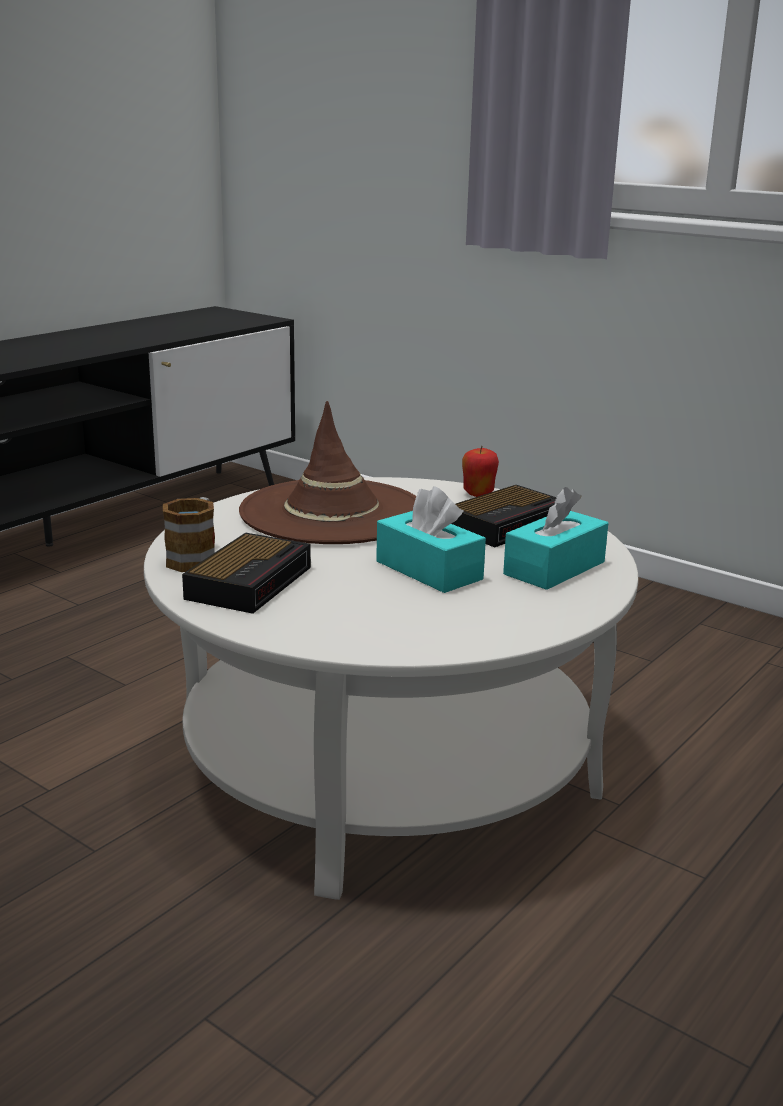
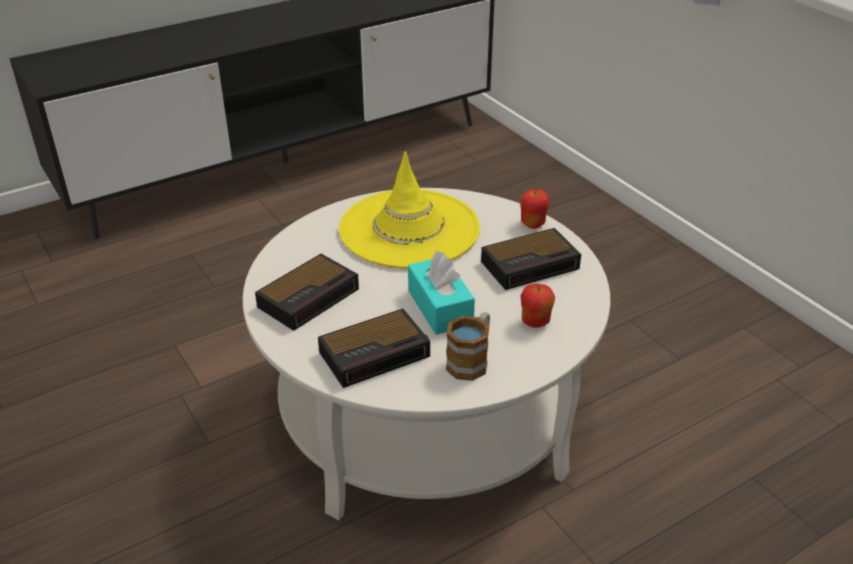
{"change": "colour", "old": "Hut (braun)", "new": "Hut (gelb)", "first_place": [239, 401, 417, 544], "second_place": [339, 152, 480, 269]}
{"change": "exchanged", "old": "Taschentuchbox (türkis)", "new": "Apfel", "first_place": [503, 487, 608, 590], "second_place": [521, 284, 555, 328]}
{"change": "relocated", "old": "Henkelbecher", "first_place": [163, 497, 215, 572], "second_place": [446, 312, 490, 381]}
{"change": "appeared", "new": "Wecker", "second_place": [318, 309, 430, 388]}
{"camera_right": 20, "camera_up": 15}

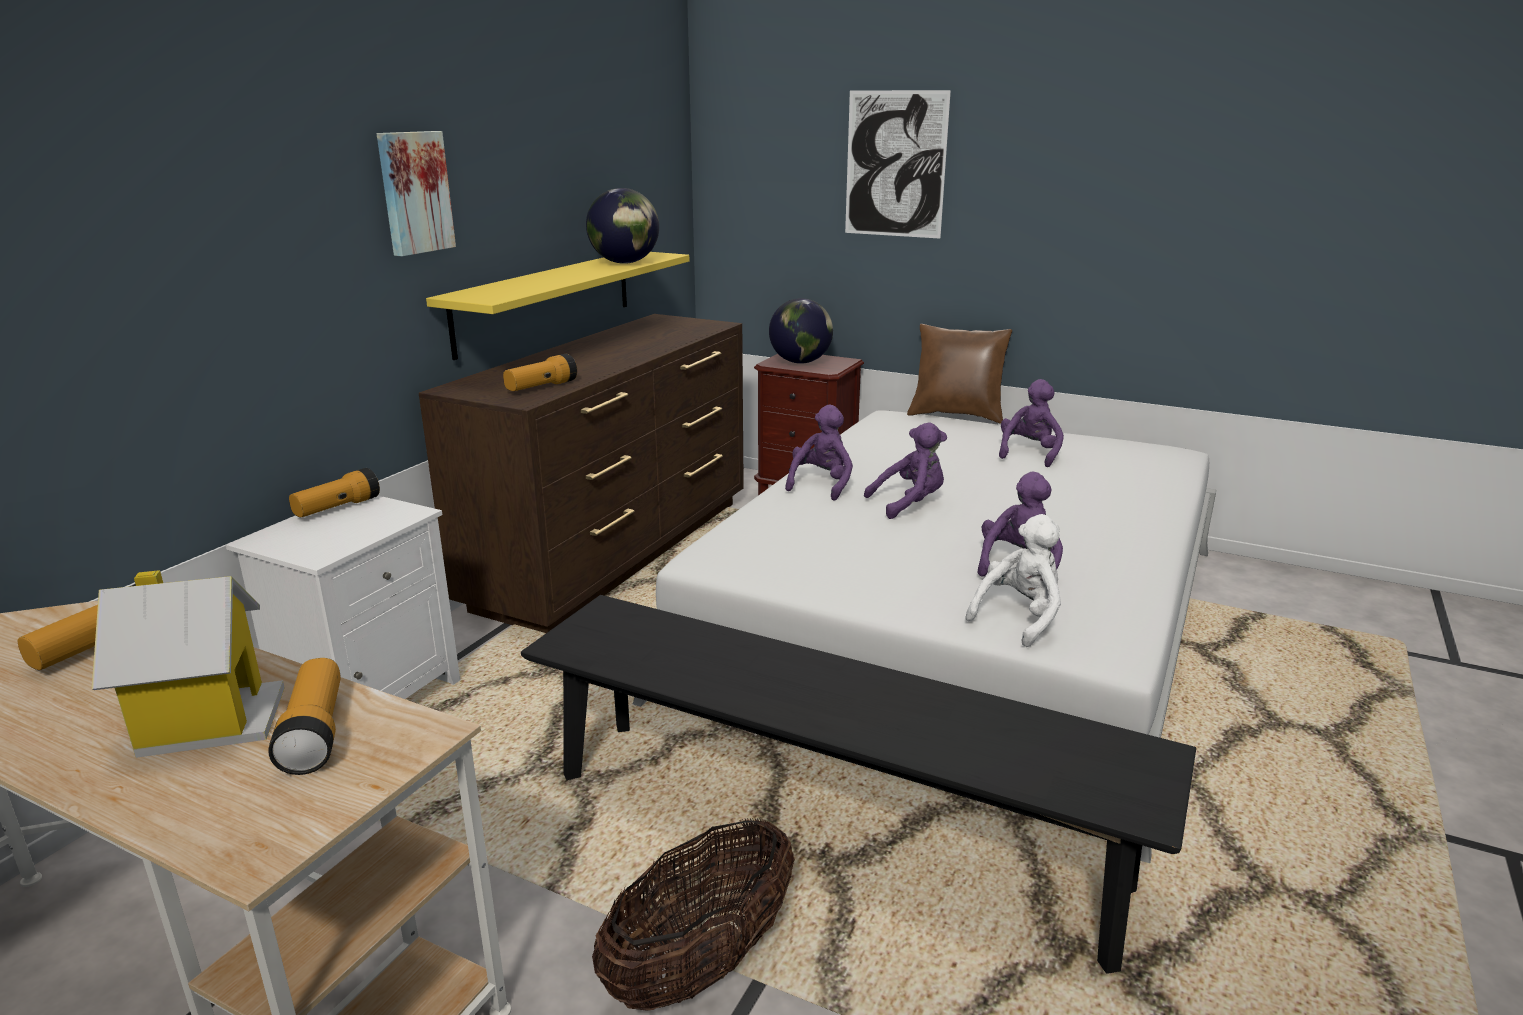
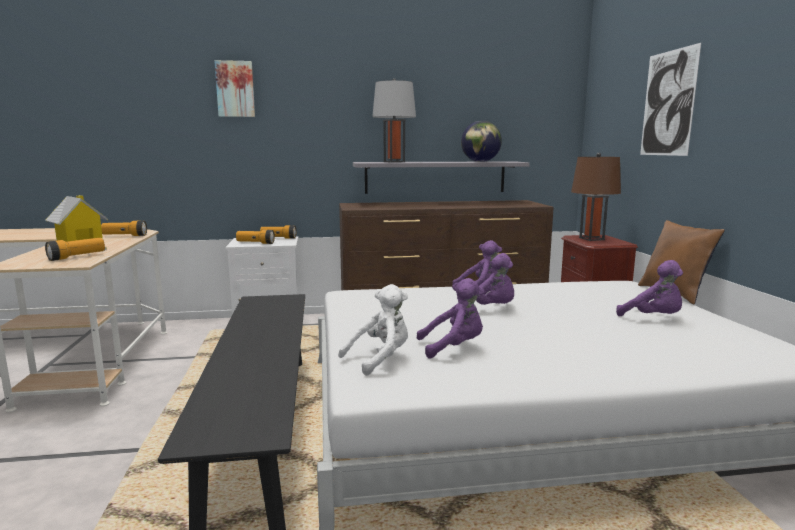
{"change": "relocated", "old": "Bild", "first_place": [377, 131, 456, 256], "second_place": [214, 60, 255, 117]}
{"change": "colour", "old": "Wandregal (gelb)", "new": "Wandregal (grau)", "first_place": [426, 252, 689, 360], "second_place": [353, 161, 530, 194]}
{"change": "exchanged", "old": "Globus", "new": "Tischlampe (braun)", "first_place": [769, 298, 833, 364], "second_place": [571, 153, 621, 241]}
{"change": "relocated", "old": "Taschenlampe", "first_place": [503, 354, 577, 391], "second_place": [236, 230, 275, 244]}
{"change": "spun", "old": "Plüschtier (lila)", "first_place": [999, 379, 1064, 467], "second_place": [616, 260, 683, 316], "degrees": 60}
{"change": "spun", "old": "Plüschtier (weiß)", "first_place": [965, 514, 1061, 647], "second_place": [338, 284, 408, 376], "degrees": -45}
{"change": "missing", "old": "Korb", "first_place": [592, 818, 795, 1011]}
{"change": "appeared", "new": "Tischlampe (grau)", "second_place": [372, 78, 416, 163]}
{"camera_right": 55, "camera_up": -10}

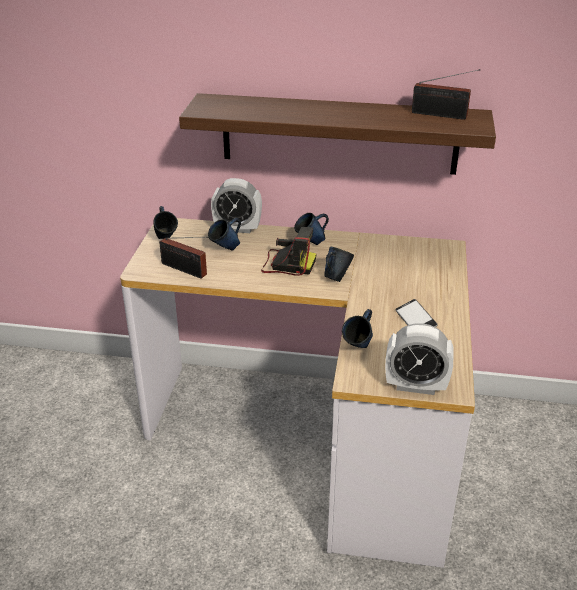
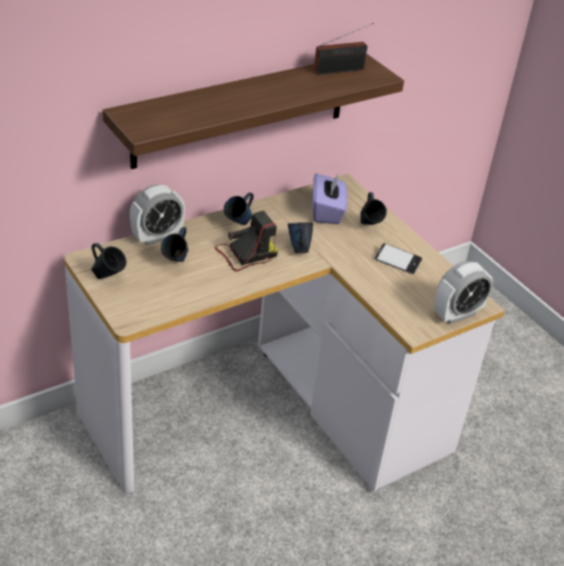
{"change": "missing", "old": "Radio", "first_place": [159, 237, 208, 279]}
{"change": "relocated", "old": "Henkelbecher (blau)", "first_place": [342, 309, 373, 348], "second_place": [361, 192, 387, 225]}
{"change": "appeared", "new": "Taschentuchbox (lila)", "second_place": [313, 173, 347, 224]}
{"camera_right": -45, "camera_up": 5}

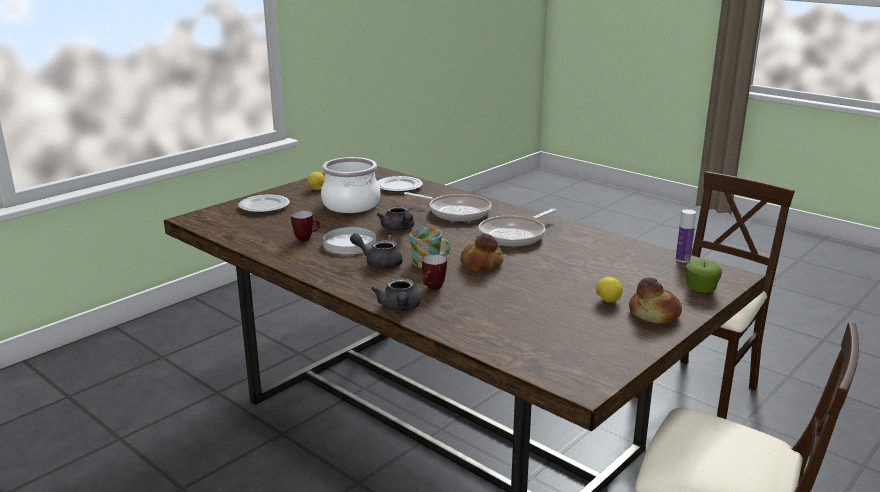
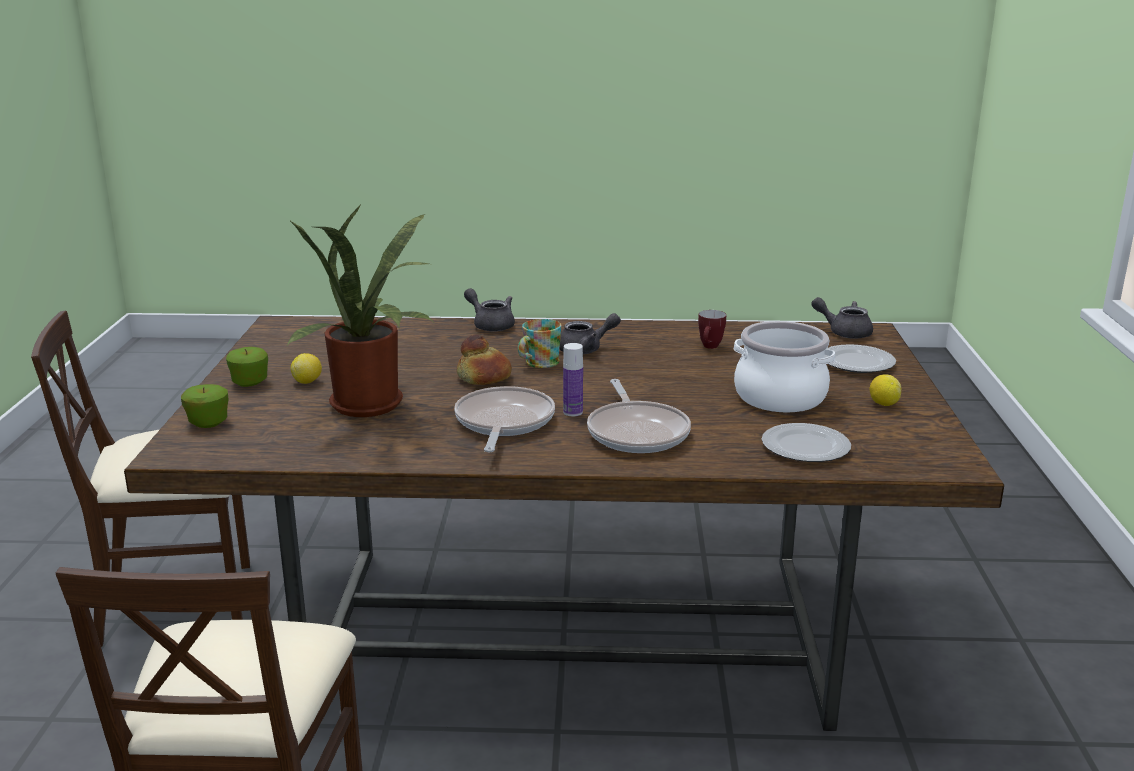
{"change": "spun", "old": "Pfanne", "first_place": [404, 192, 492, 221], "second_place": [587, 379, 691, 453], "degrees": -90}
{"change": "relocated", "old": "Teekanne (grau)", "first_place": [377, 206, 414, 231], "second_place": [811, 297, 873, 339]}
{"change": "relocated", "old": "Flasche", "first_place": [676, 209, 696, 263], "second_place": [563, 343, 583, 416]}
{"change": "missing", "old": "Teller (weiß)", "first_place": [323, 227, 376, 254]}
{"change": "missing", "old": "Henkelbecher", "first_place": [422, 255, 447, 290]}
{"change": "exchanged", "old": "Brot", "new": "Apfel", "first_place": [629, 278, 682, 324], "second_place": [226, 347, 268, 387]}
{"change": "appeared", "new": "Topfpflanze", "second_place": [286, 203, 432, 417]}
{"camera_right": 140, "camera_up": 0}

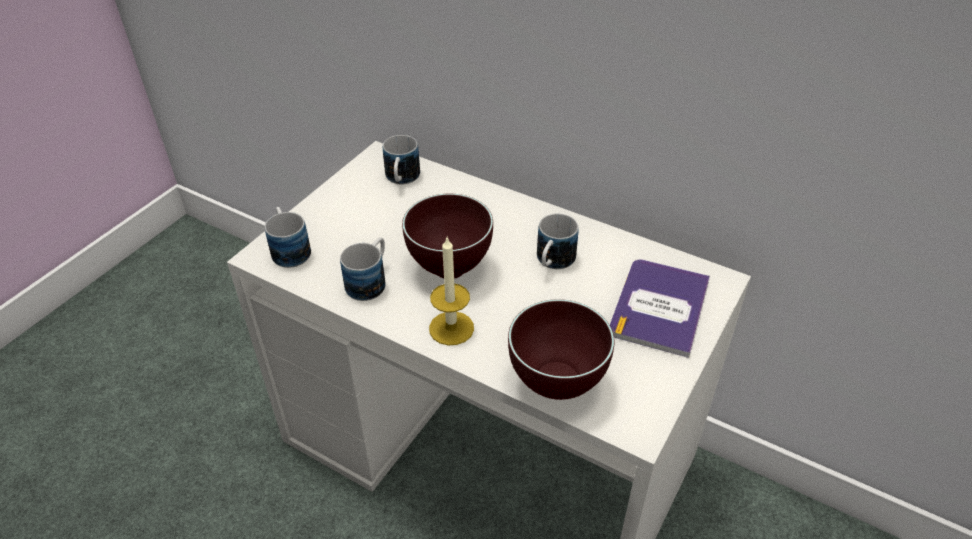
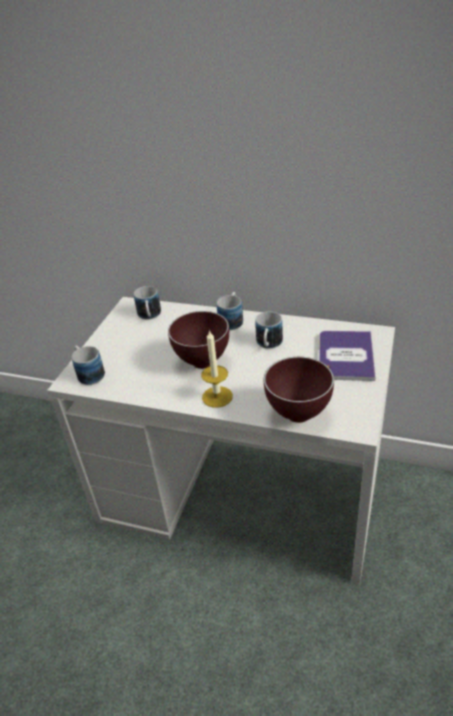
{"change": "relocated", "old": "Henkelbecher", "first_place": [340, 237, 386, 301], "second_place": [217, 292, 243, 330]}
{"camera_right": -10, "camera_up": -5}

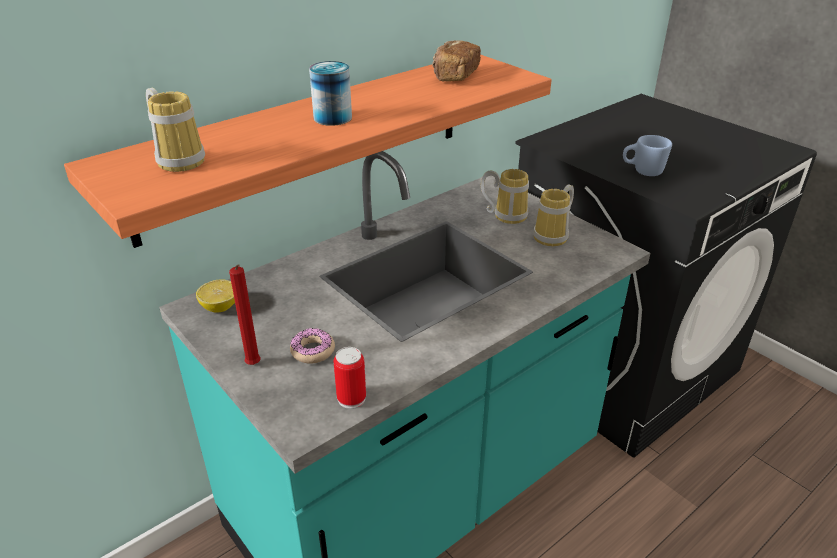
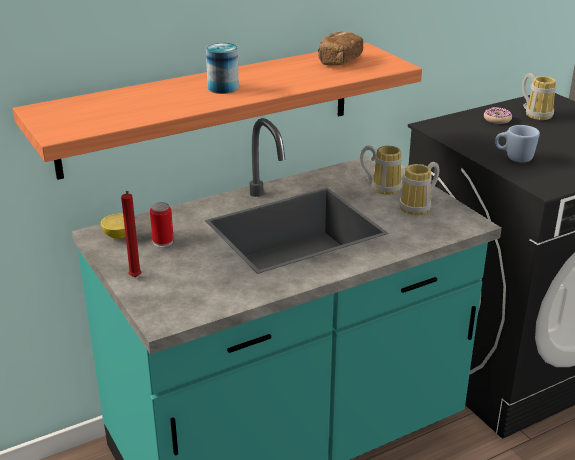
{"change": "relocated", "old": "Henkelbecher", "first_place": [146, 88, 205, 172], "second_place": [522, 73, 557, 120]}
{"change": "relocated", "old": "Donut", "first_place": [290, 328, 335, 364], "second_place": [484, 107, 512, 124]}
{"change": "relocated", "old": "Dose", "first_place": [333, 347, 366, 409], "second_place": [150, 202, 174, 247]}
{"camera_right": 10, "camera_up": -5}

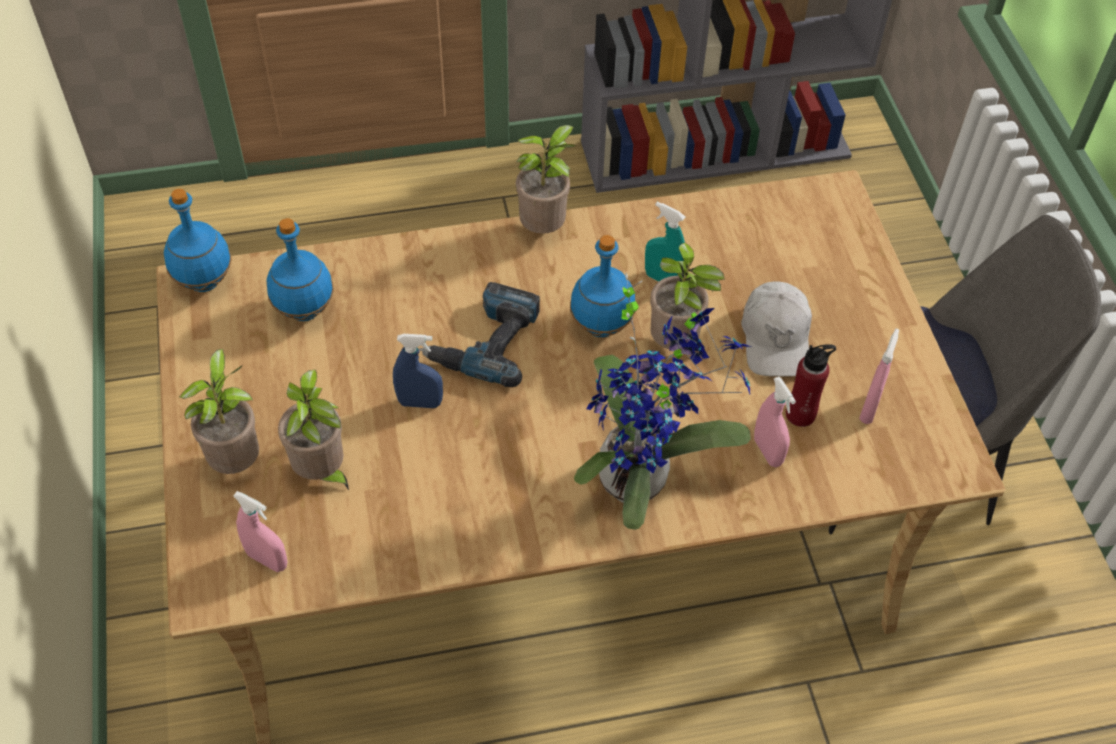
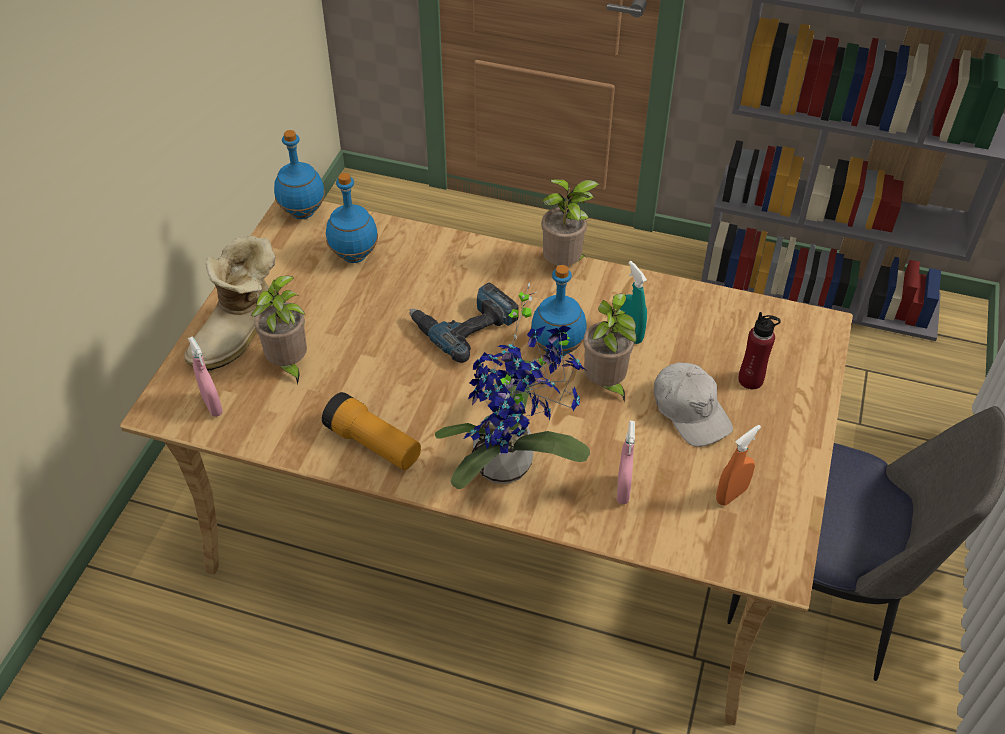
{"change": "spun", "old": "Kappe (weiß)", "first_place": [741, 281, 812, 377], "second_place": [654, 363, 733, 447], "degrees": -60}
{"change": "colour", "old": "Sprühflasche (rosa)", "new": "Sprühflasche (orange)", "first_place": [859, 329, 899, 424], "second_place": [716, 425, 761, 506]}
{"change": "missing", "old": "Sprühflasche (blau)", "first_place": [393, 334, 443, 408]}
{"change": "relocated", "old": "Flasche (rot)", "first_place": [786, 344, 836, 427], "second_place": [738, 312, 781, 389]}
{"change": "exchanged", "old": "Topfpflanze", "new": "Stiefel", "first_place": [179, 349, 259, 474], "second_place": [184, 236, 275, 371]}
{"change": "appeared", "new": "Taschenlampe", "second_place": [322, 392, 421, 470]}
{"camera_right": 30, "camera_up": -5}

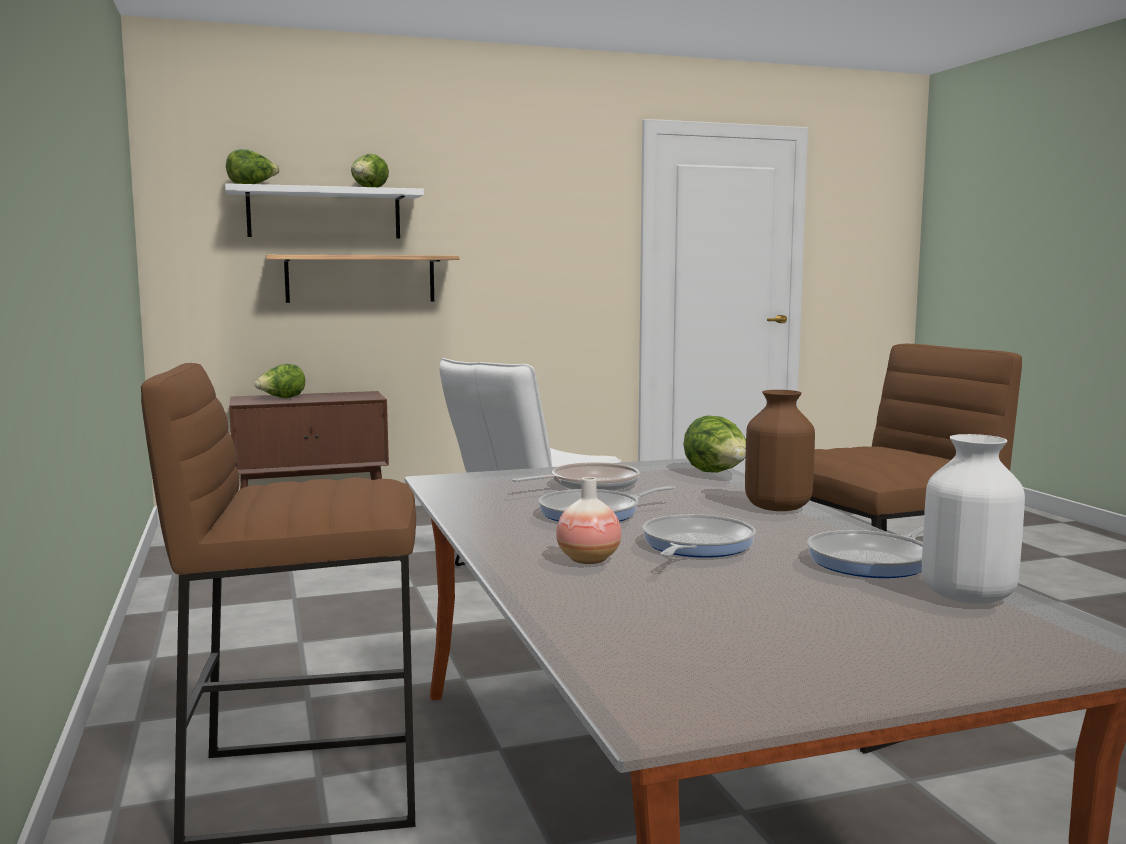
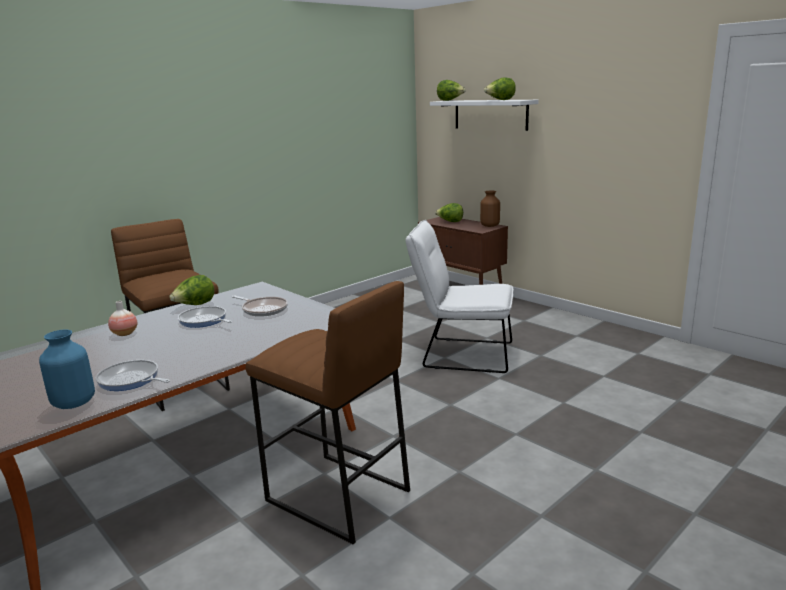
{"change": "missing", "old": "Wandregal", "first_place": [265, 255, 459, 303]}
{"change": "relocated", "old": "Vase (braun)", "first_place": [745, 390, 815, 511], "second_place": [480, 191, 500, 227]}
{"change": "relocated", "old": "Salatkopf", "first_place": [683, 415, 746, 473], "second_place": [169, 275, 214, 305]}
{"change": "colour", "old": "Vase (weiß)", "new": "Vase (blau)", "first_place": [922, 434, 1025, 604], "second_place": [39, 329, 95, 409]}
{"change": "missing", "old": "Pfanne", "first_place": [642, 514, 756, 558]}
{"camera_right": 65, "camera_up": 10}

